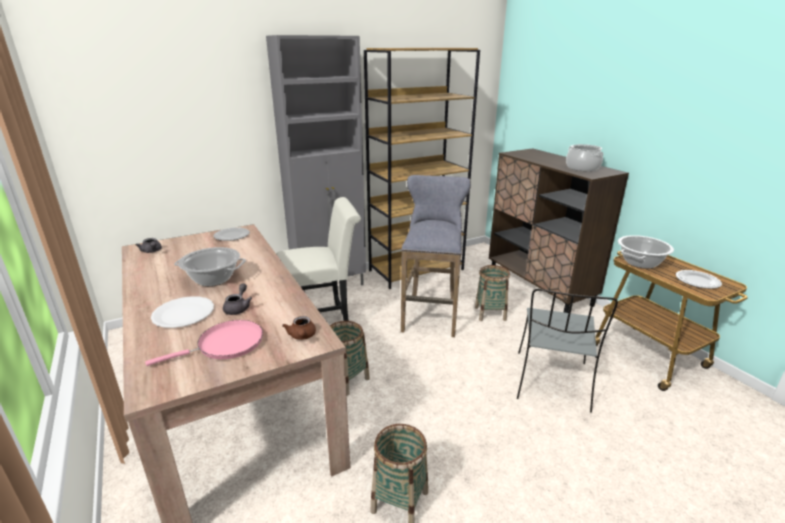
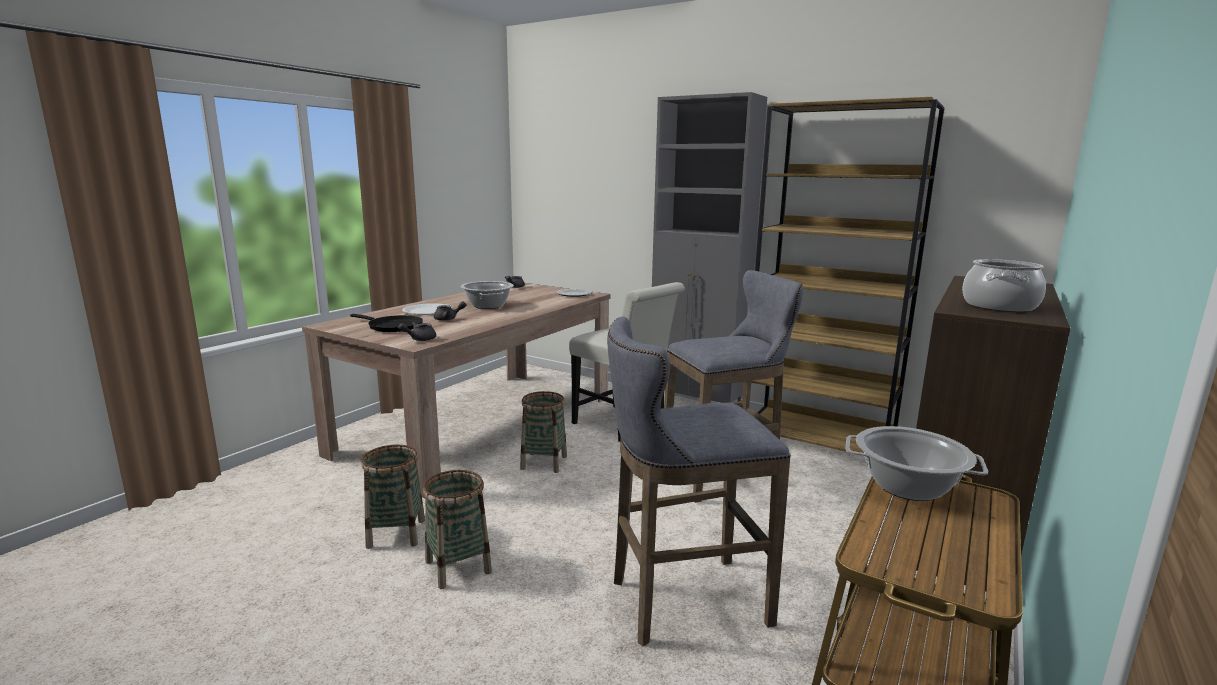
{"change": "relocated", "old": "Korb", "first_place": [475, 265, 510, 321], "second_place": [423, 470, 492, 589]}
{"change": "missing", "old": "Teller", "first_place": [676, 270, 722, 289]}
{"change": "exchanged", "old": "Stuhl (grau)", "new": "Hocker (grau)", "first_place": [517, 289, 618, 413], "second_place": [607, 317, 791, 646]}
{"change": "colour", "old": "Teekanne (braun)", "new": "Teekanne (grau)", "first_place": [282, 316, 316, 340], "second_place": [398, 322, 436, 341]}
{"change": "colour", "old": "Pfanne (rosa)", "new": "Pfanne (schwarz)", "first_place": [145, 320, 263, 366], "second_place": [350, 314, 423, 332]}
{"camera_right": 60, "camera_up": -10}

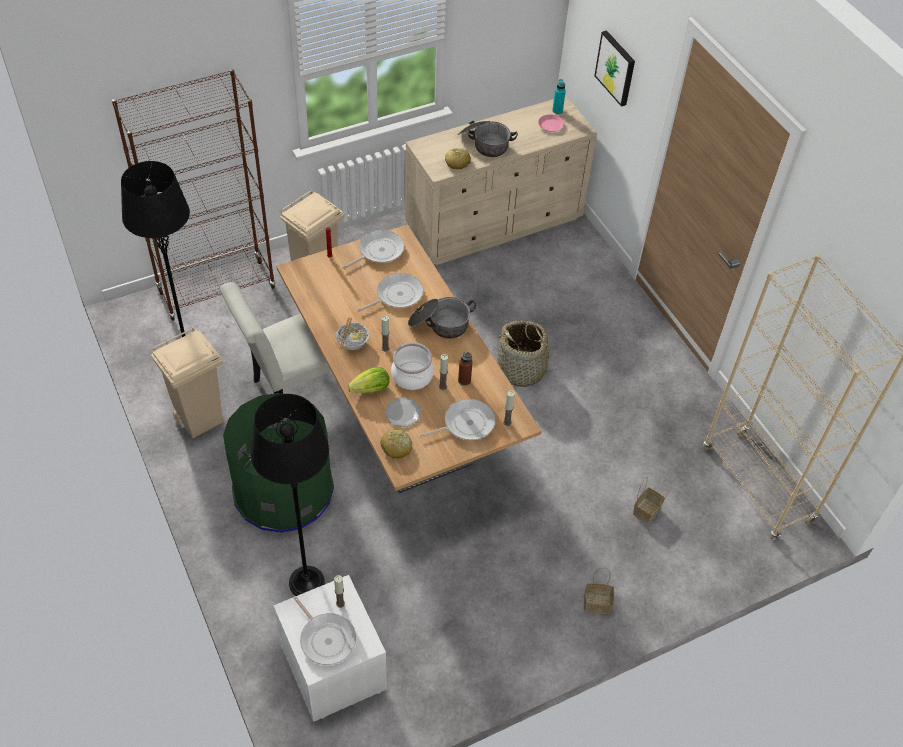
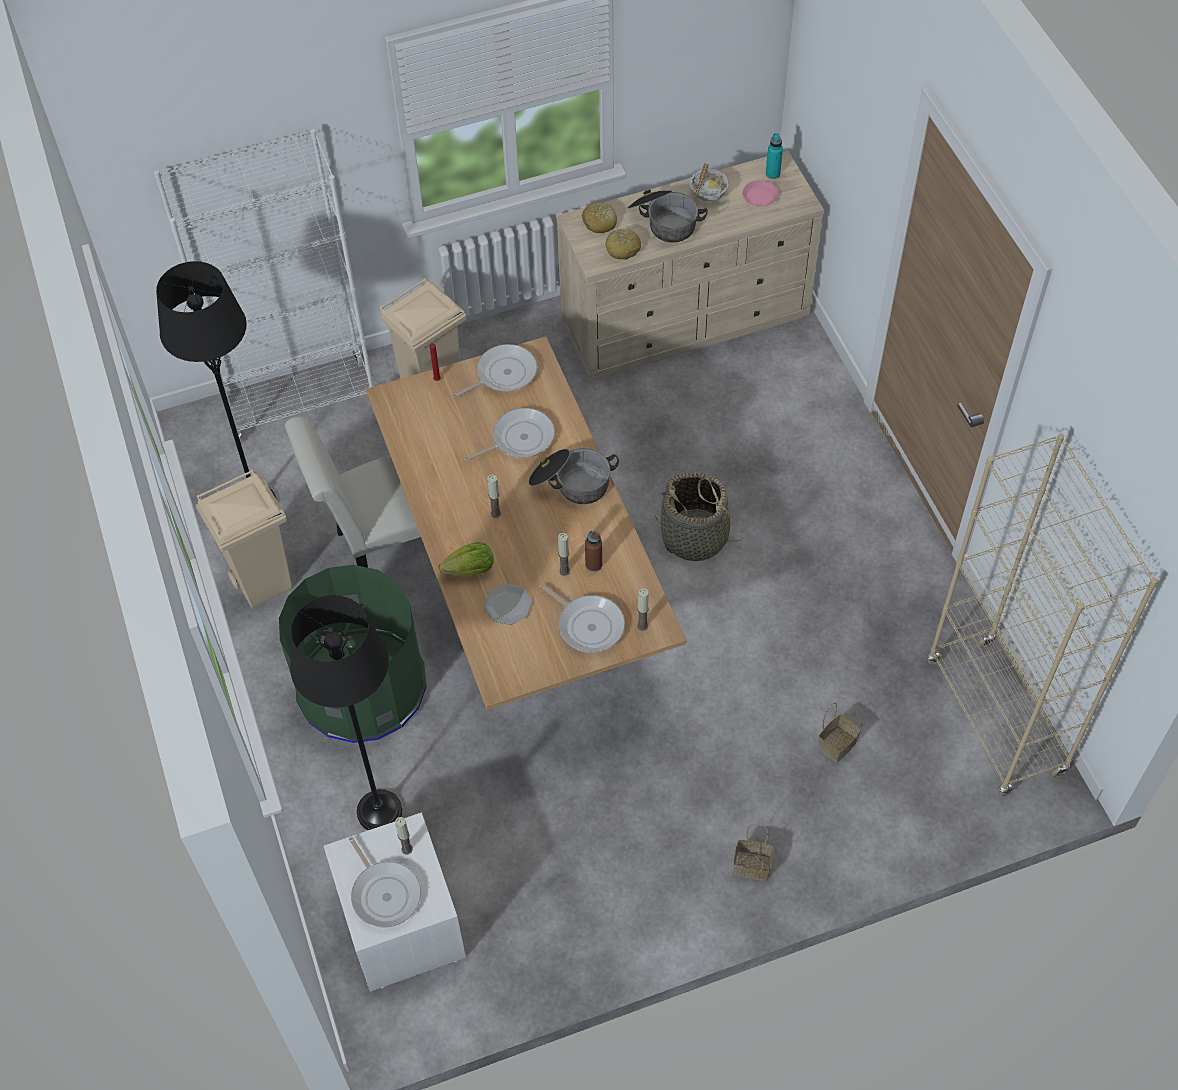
{"change": "missing", "old": "Bild", "first_place": [594, 31, 635, 107]}
{"change": "colour", "old": "Bücherregal (braun)", "new": "Bücherregal (weiß)", "first_place": [112, 69, 276, 321], "second_place": [154, 129, 374, 442]}
{"change": "relocated", "old": "Schüssel", "first_place": [336, 318, 370, 350], "second_place": [689, 163, 729, 201]}
{"change": "missing", "old": "Kochtopf", "first_place": [391, 342, 433, 390]}
{"change": "spun", "old": "Pfanne", "first_place": [420, 399, 496, 440], "second_place": [540, 583, 625, 653], "degrees": 60}
{"change": "relocated", "old": "Brot", "first_place": [380, 430, 412, 459], "second_place": [582, 202, 617, 233]}
{"camera_right": 10, "camera_up": 5}

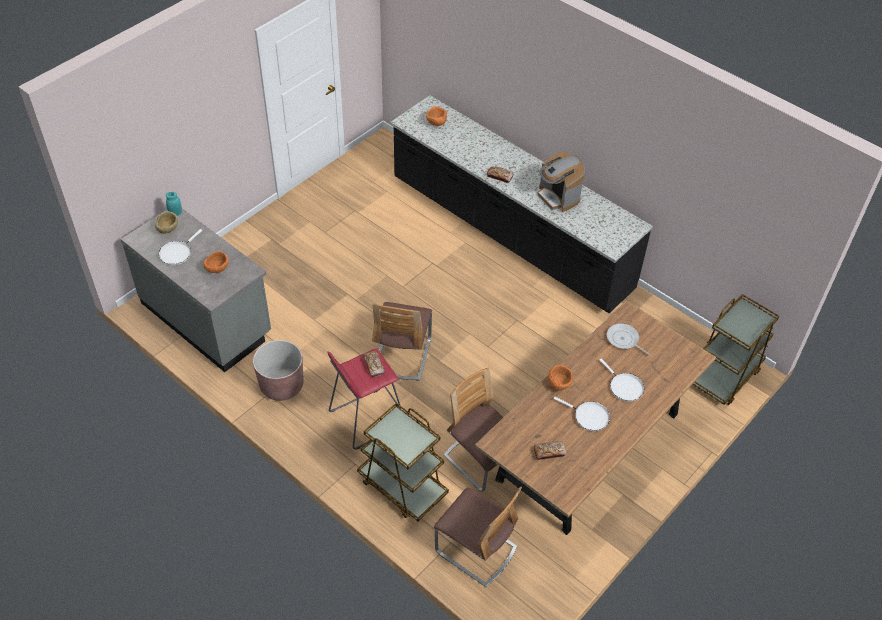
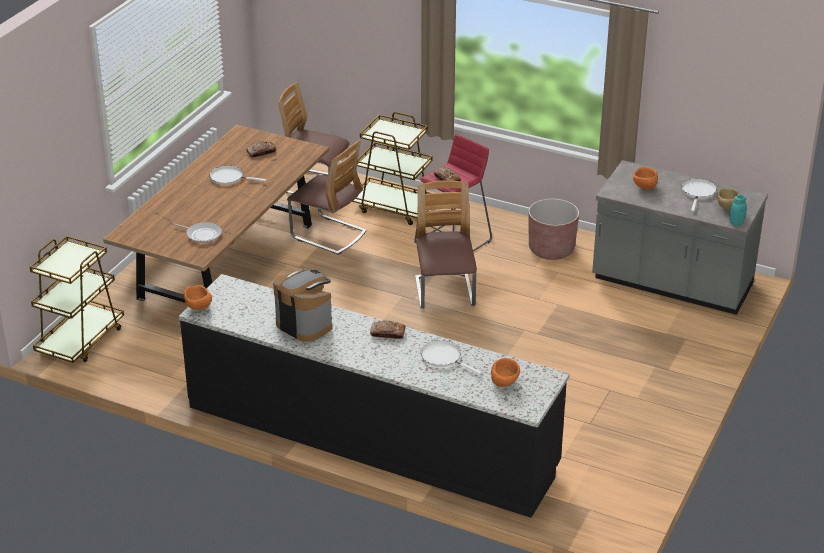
{"change": "relocated", "old": "Pfanne (weiß)", "first_place": [599, 358, 645, 402], "second_place": [421, 340, 482, 375]}
{"change": "relocated", "old": "Schüssel (orange)", "first_place": [548, 365, 572, 391], "second_place": [184, 285, 212, 310]}
{"camera_right": 165, "camera_up": -15}

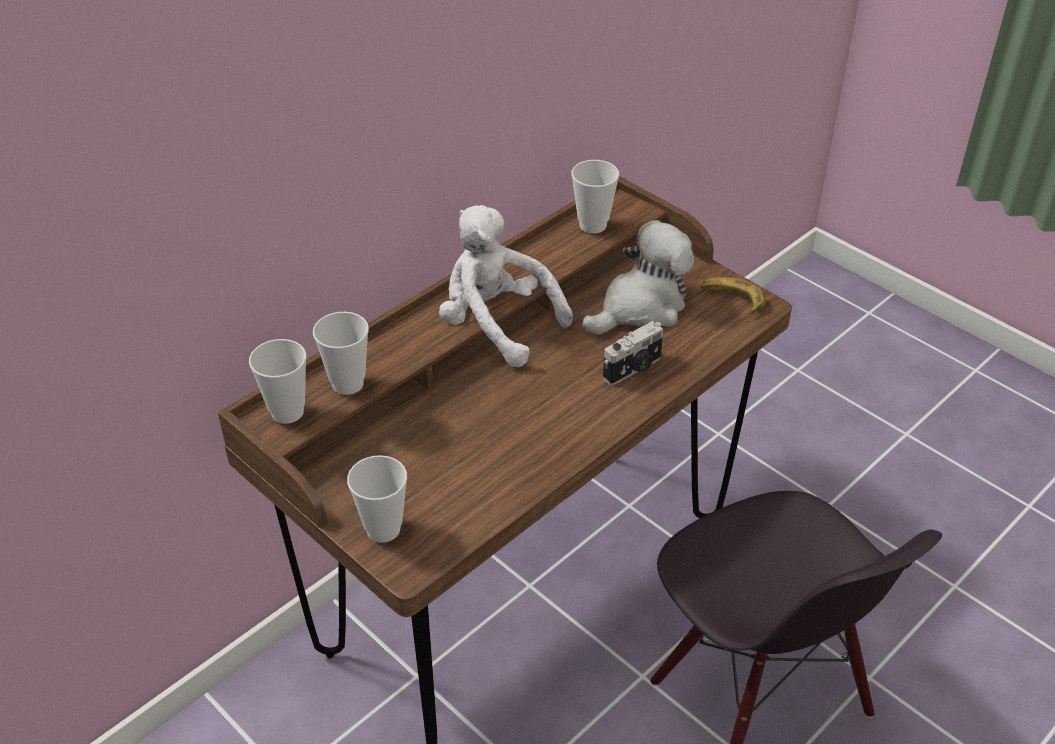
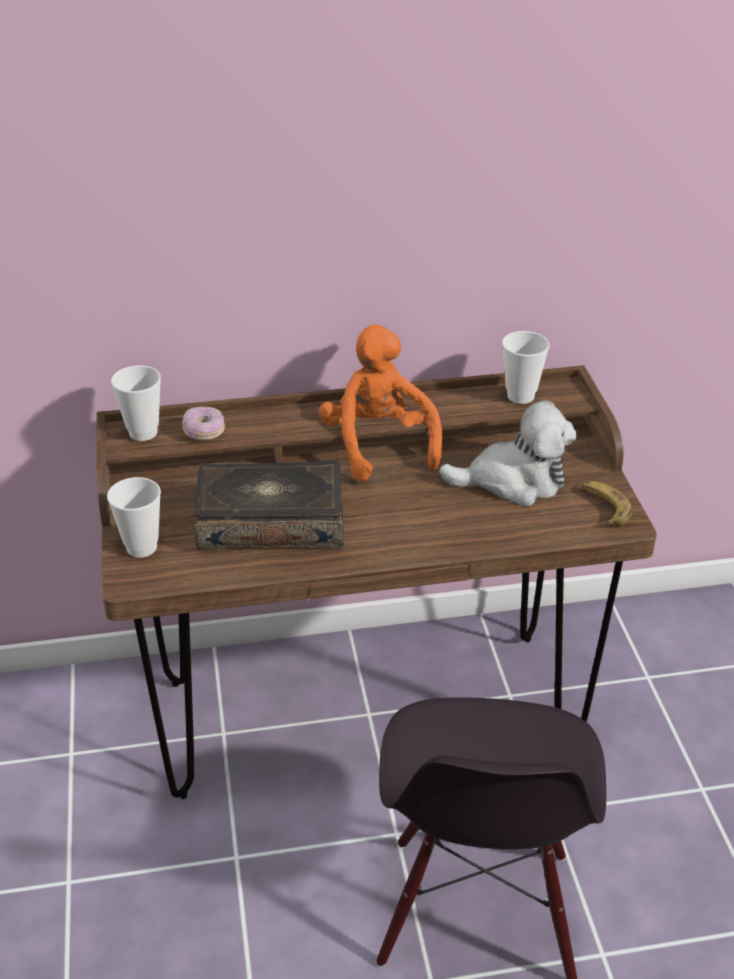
{"change": "colour", "old": "Plüschtier (weiß)", "new": "Plüschtier (orange)", "first_place": [439, 205, 573, 367], "second_place": [319, 325, 442, 482]}
{"change": "exchanged", "old": "Tasse", "new": "Donut", "first_place": [313, 312, 369, 395], "second_place": [182, 406, 225, 440]}
{"change": "missing", "old": "Kamera", "first_place": [603, 321, 663, 386]}
{"change": "appeared", "new": "Buch", "second_place": [193, 461, 344, 549]}
{"camera_right": 35, "camera_up": -5}

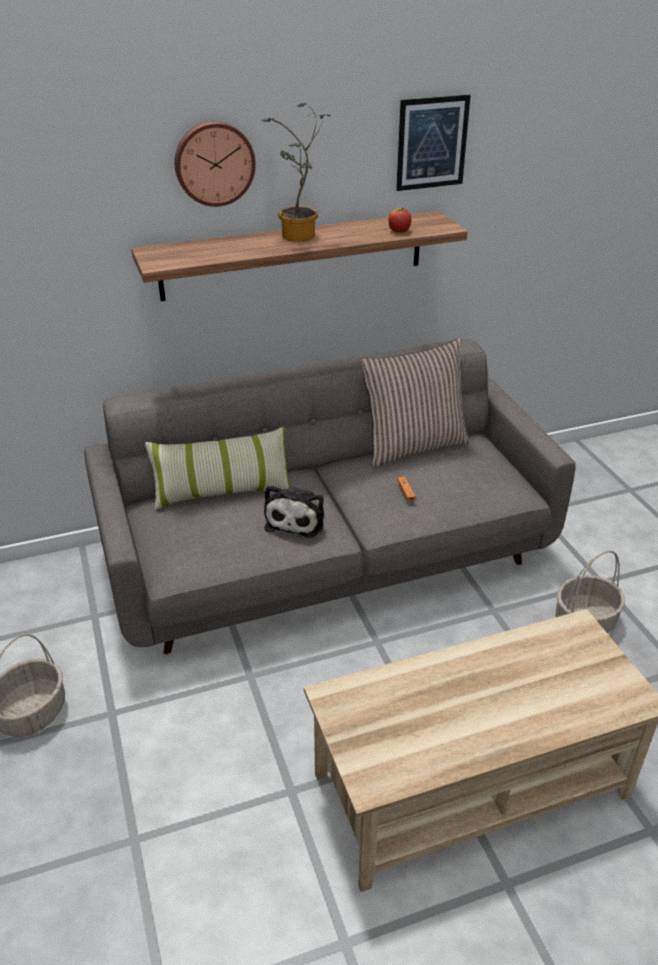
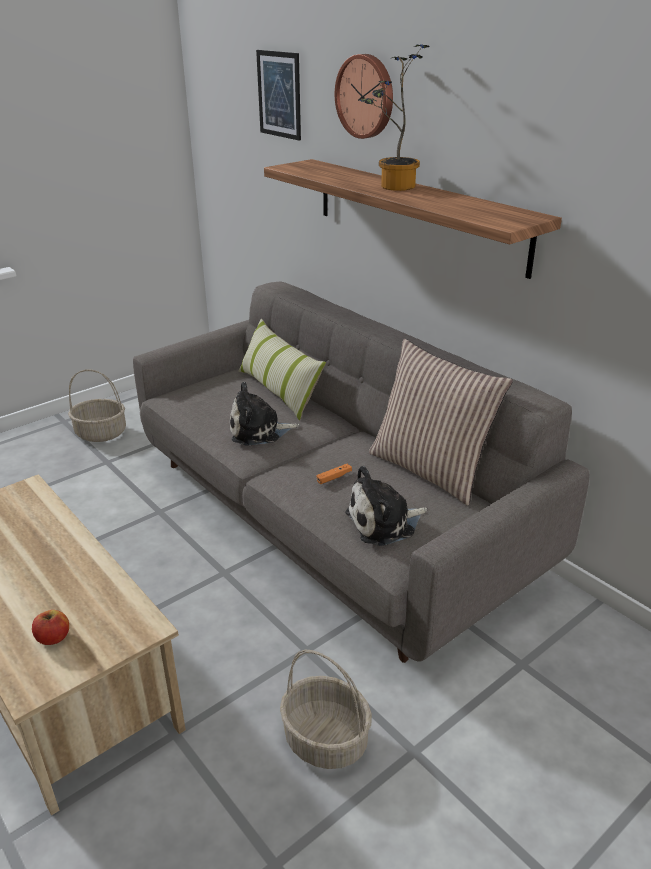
{"change": "relocated", "old": "Bild", "first_place": [396, 94, 471, 191], "second_place": [256, 50, 301, 141]}
{"change": "relocated", "old": "Apfel", "first_place": [388, 208, 411, 233], "second_place": [32, 610, 69, 645]}
{"change": "appeared", "new": "Plüschtier", "second_place": [345, 466, 427, 546]}
{"camera_right": 70, "camera_up": -5}

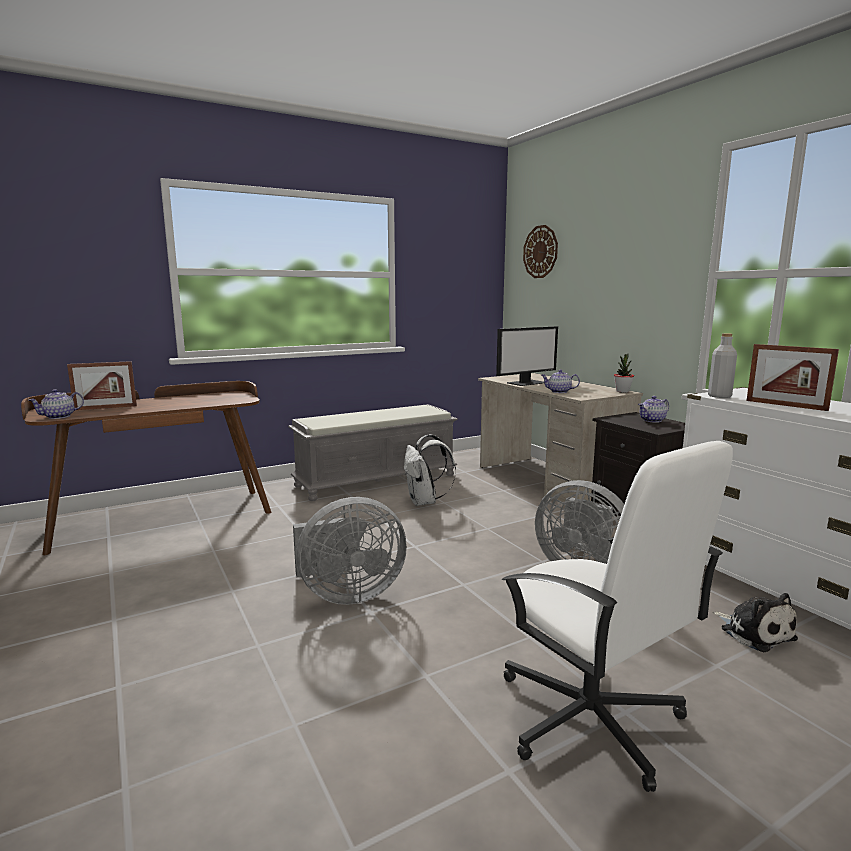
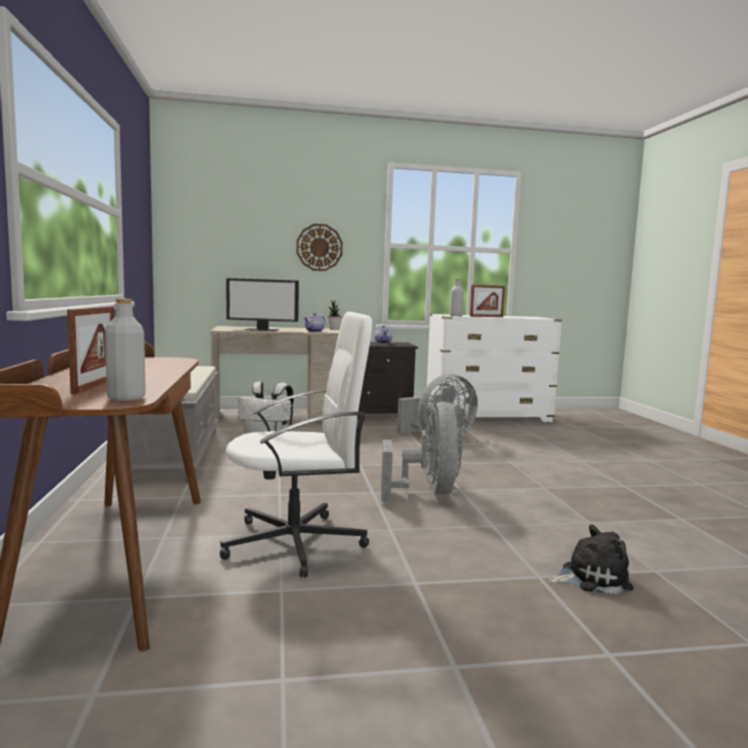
{"change": "relocated", "old": "Wanduhr", "first_place": [523, 225, 558, 278], "second_place": [296, 224, 343, 271]}
{"change": "spun", "old": "Monitor", "first_place": [496, 326, 558, 386], "second_place": [226, 278, 299, 331], "degrees": 105}
{"change": "exchanged", "old": "Teekanne", "new": "Flasche (grau)", "first_place": [29, 389, 84, 419], "second_place": [105, 299, 146, 401]}
{"change": "relocated", "old": "Bürostuhl (weiß)", "first_place": [502, 441, 733, 792], "second_place": [220, 312, 372, 578]}
{"change": "relocated", "old": "Plüschtier", "first_place": [712, 593, 798, 652], "second_place": [549, 524, 634, 594]}
{"camera_right": -70, "camera_up": -5}

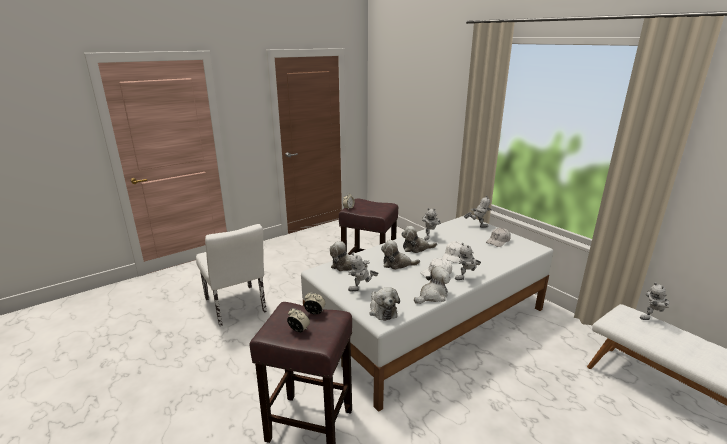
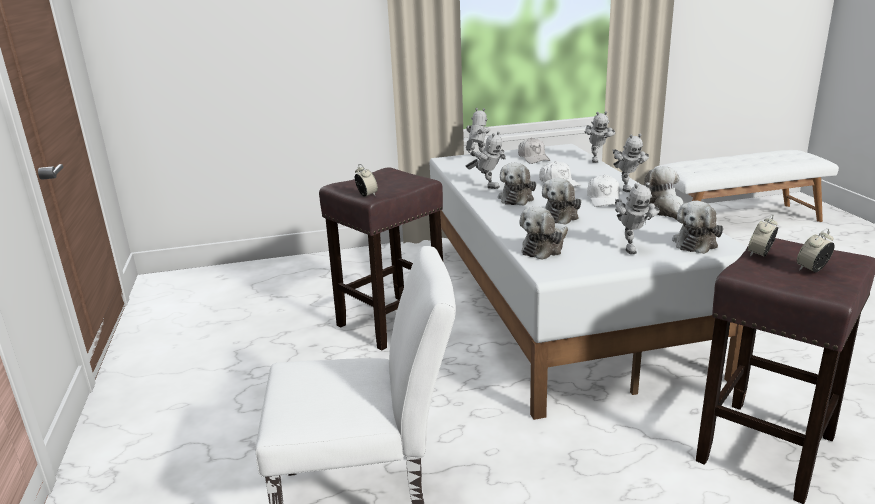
{"change": "relocated", "old": "Spielzeugroboter", "first_place": [640, 282, 670, 320], "second_place": [585, 111, 616, 163]}
{"change": "spun", "old": "Plüschtier", "first_place": [370, 287, 400, 321], "second_place": [672, 201, 723, 254], "degrees": 120}
{"camera_right": -65, "camera_up": 0}

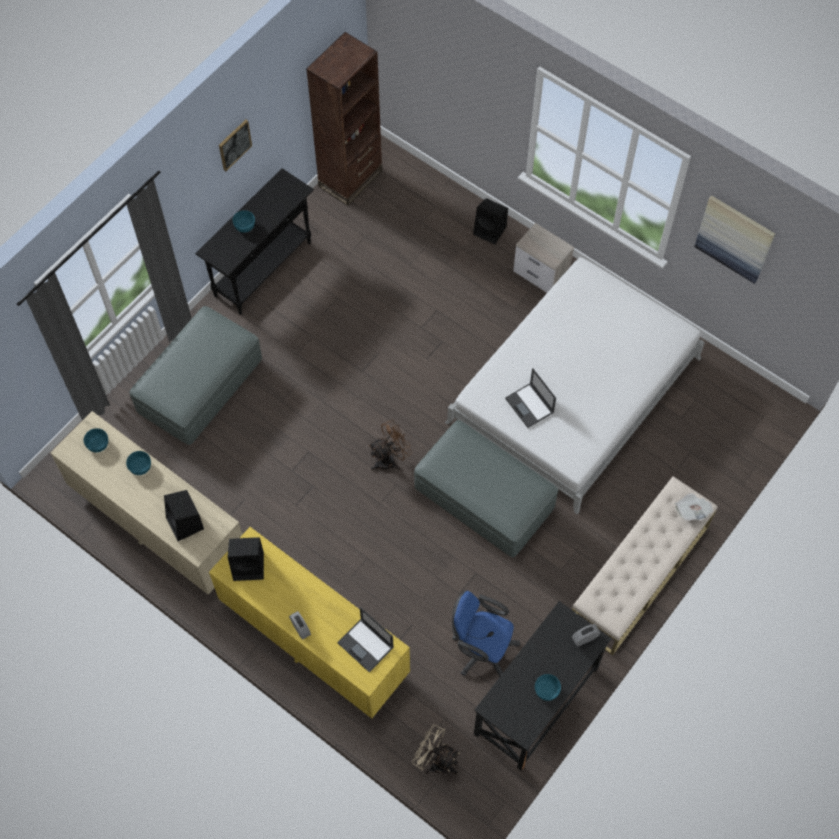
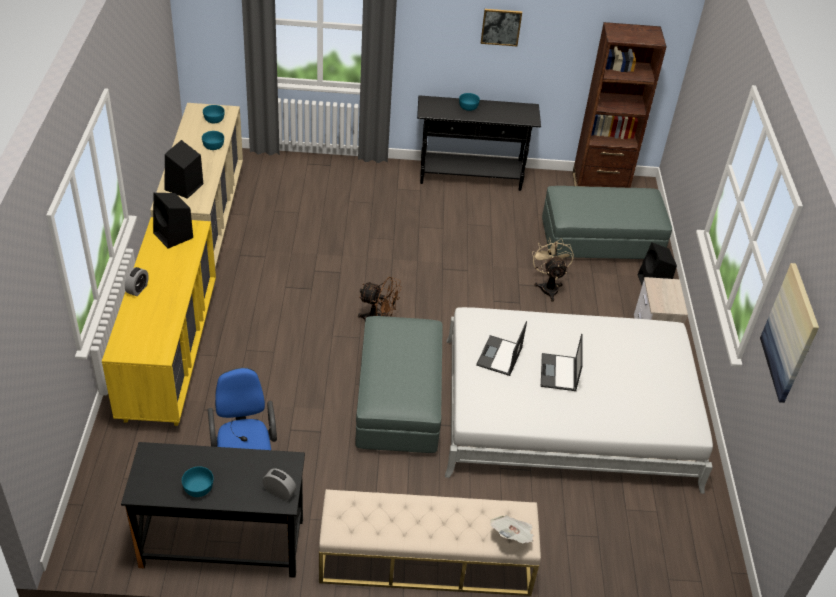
{"change": "relocated", "old": "Polsterhocker (grau)", "first_place": [129, 306, 262, 445], "second_place": [542, 186, 672, 259]}
{"change": "relocated", "old": "Laptop", "first_place": [337, 607, 394, 672], "second_place": [541, 333, 583, 391]}
{"change": "relocated", "old": "Ventilator (beige)", "first_place": [412, 724, 460, 775], "second_place": [532, 238, 574, 302]}
{"camera_right": 50, "camera_up": -20}

